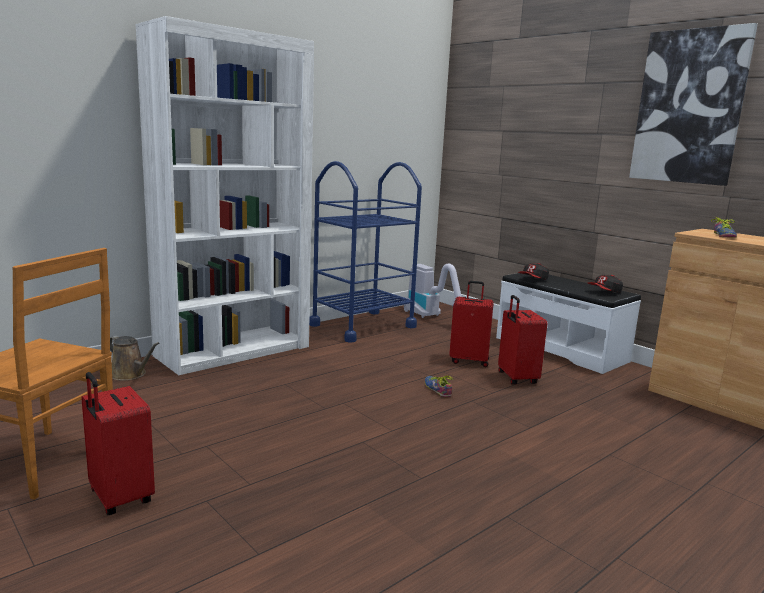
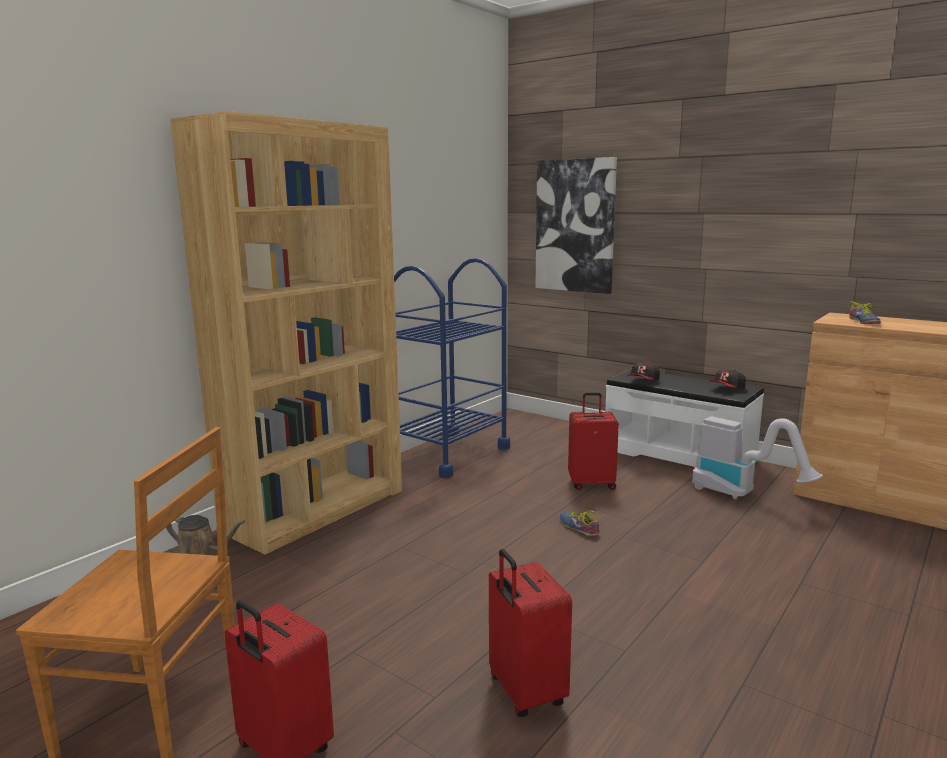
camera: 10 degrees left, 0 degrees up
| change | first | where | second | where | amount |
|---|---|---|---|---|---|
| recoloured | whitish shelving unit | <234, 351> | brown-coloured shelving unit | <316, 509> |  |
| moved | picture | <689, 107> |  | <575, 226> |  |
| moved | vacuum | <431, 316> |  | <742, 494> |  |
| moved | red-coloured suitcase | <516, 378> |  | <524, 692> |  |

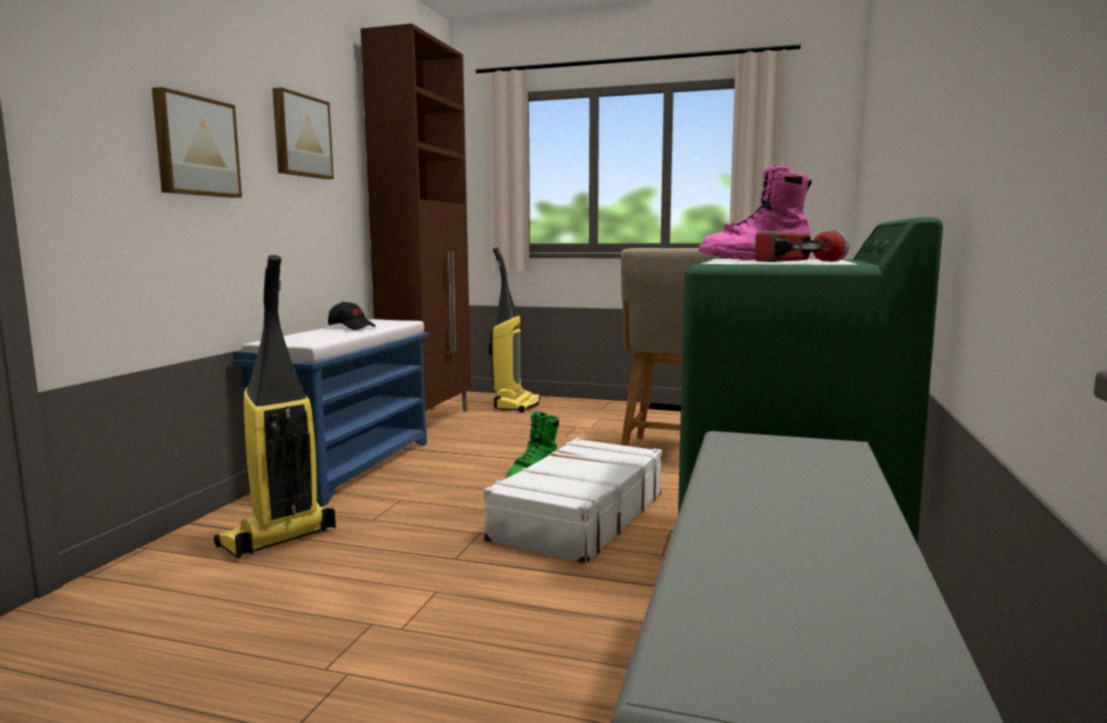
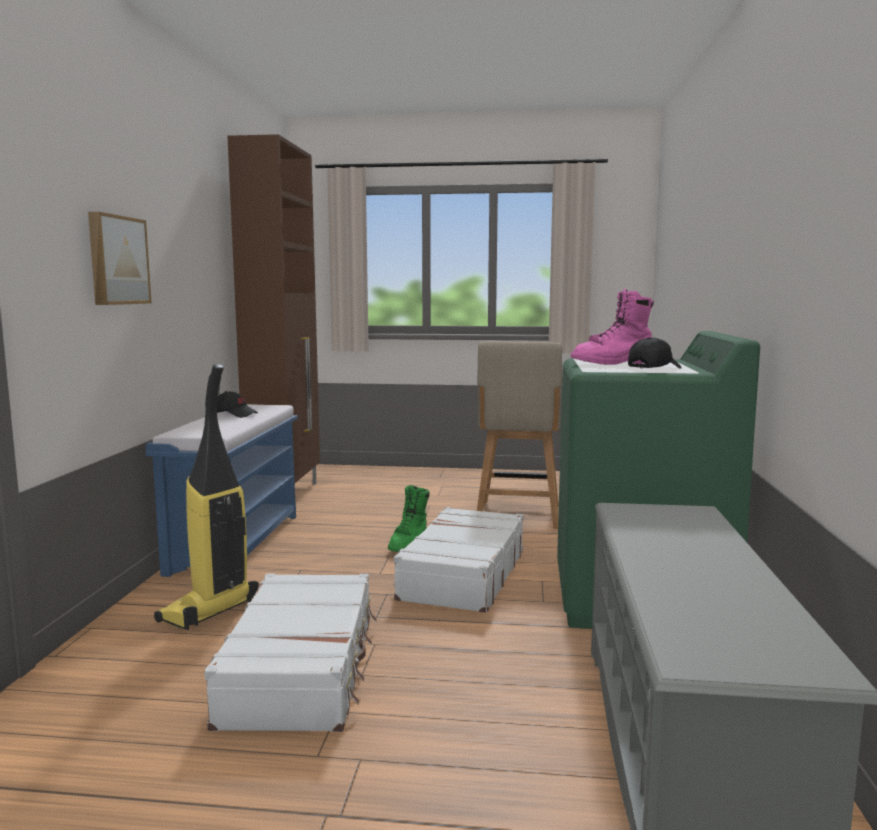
camera: 10 degrees left, 0 degrees up
| change | first | where | second | where | amount |
|---|---|---|---|---|---|
| removed | picture | <300, 136> |  |  |  |
| replaced | hand torch | <801, 262> | blackish baseball cap | <653, 368> |  |
| removed | vacuum | <516, 405> |  |  |  |
| added |  |  | whitish suitcase | <302, 669> |  |

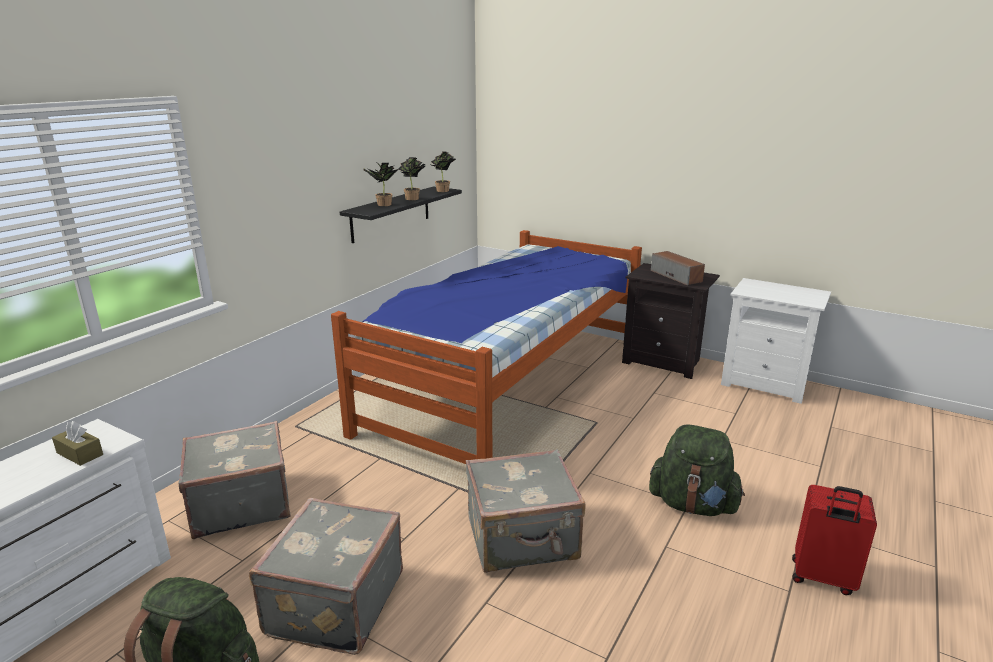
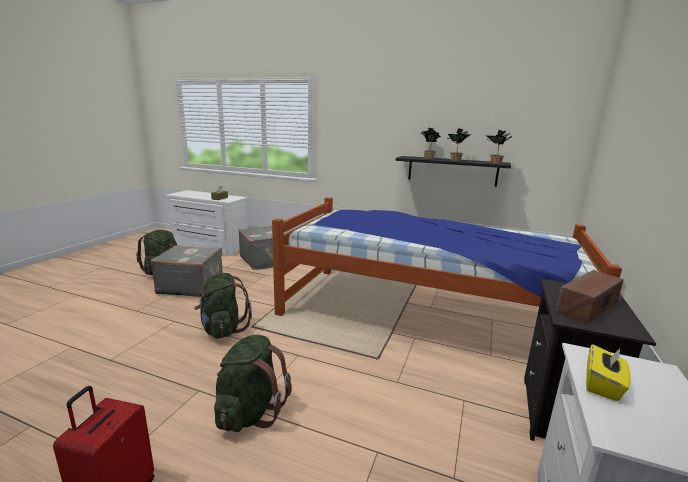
camera: 80 degrees right, 5 degrees down
| change | first | where | second | where | amount |
|---|---|---|---|---|---|
| replaced | greyish suitcase | <523, 539> | green knapsack | <223, 329> |  |
| added |  |  | yellow box of tissues | <603, 385> |  |

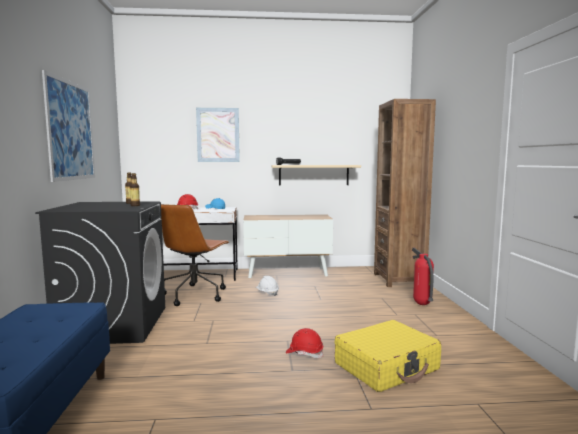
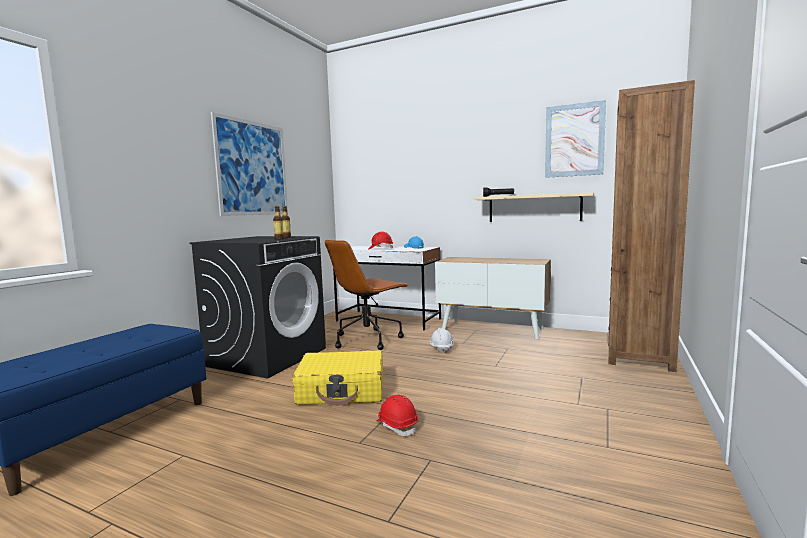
camera: 30 degrees right, 0 degrees up
| change | first | where | second | where | amount |
|---|---|---|---|---|---|
| moved | picture | <218, 135> |  | <574, 140> |  |
| removed | extinguisher | <421, 304> |  |  |  |
| moved | yellow suitcase | <387, 367> |  | <342, 390> |  |

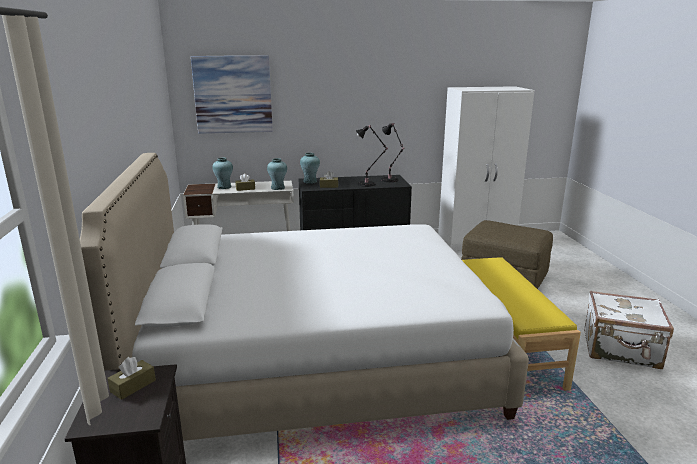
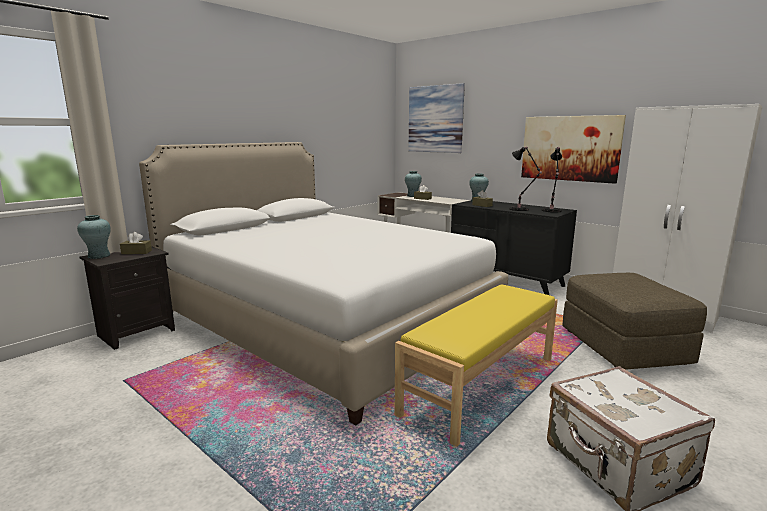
camera: 50 degrees right, 5 degrees down
| change | first | where | second | where | amount |
|---|---|---|---|---|---|
| moved | blue-green flower vase | <278, 188> |  | <99, 256> |  |
| added |  |  | picture | <570, 148> |  |

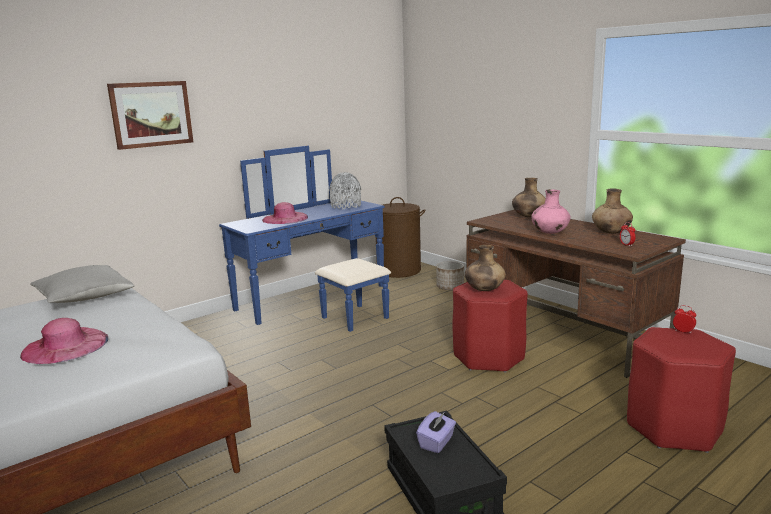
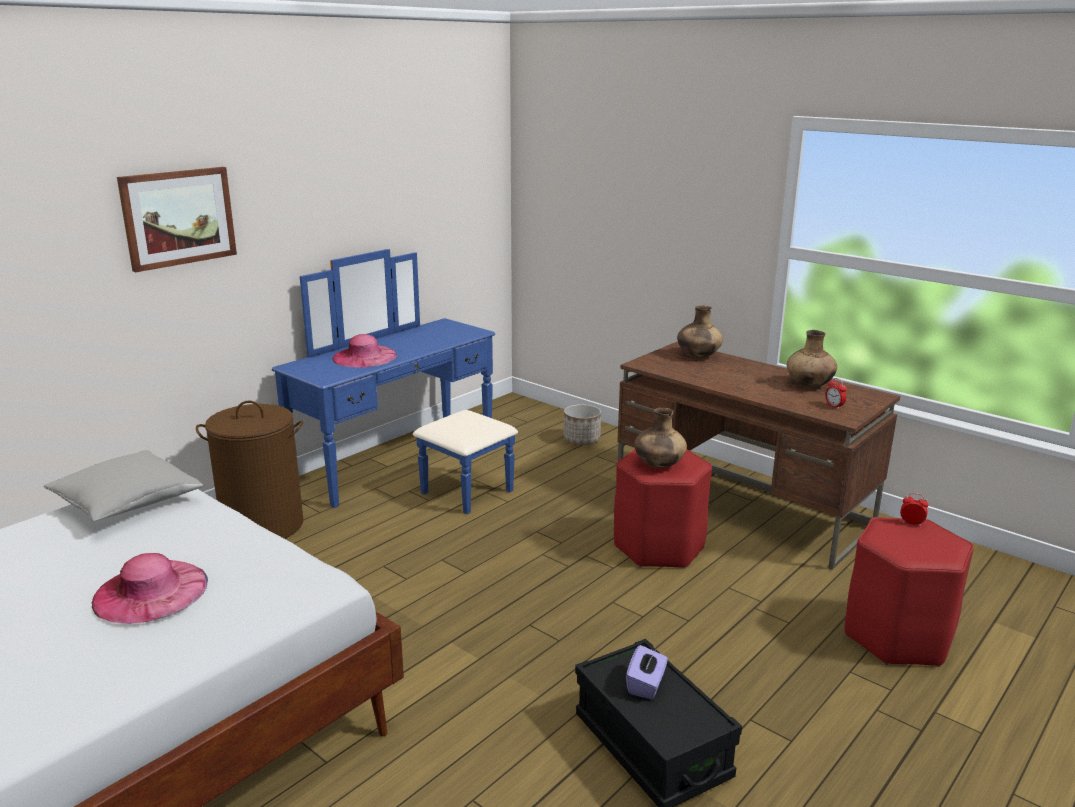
camera: 10 degrees left, 5 degrees up
| change | first | where | second | where | amount |
|---|---|---|---|---|---|
| removed | greyish flower vase | <346, 206> |  |  |  |
| removed | pink flower vase | <549, 233> |  |  |  |
| moved | brown-coloured hamper | <398, 271> |  | <262, 526> |  |

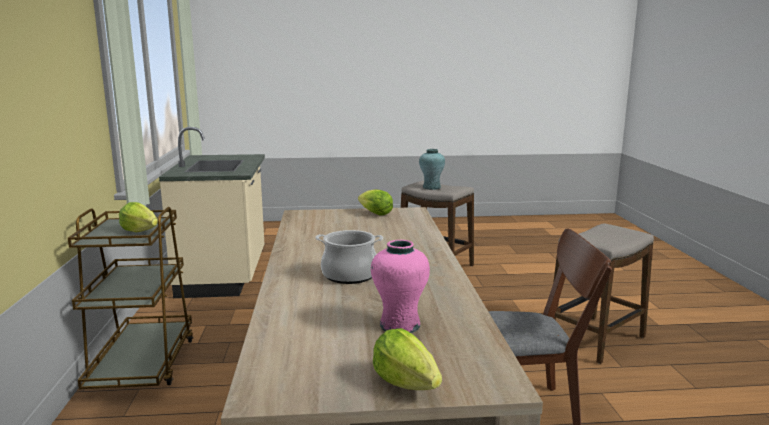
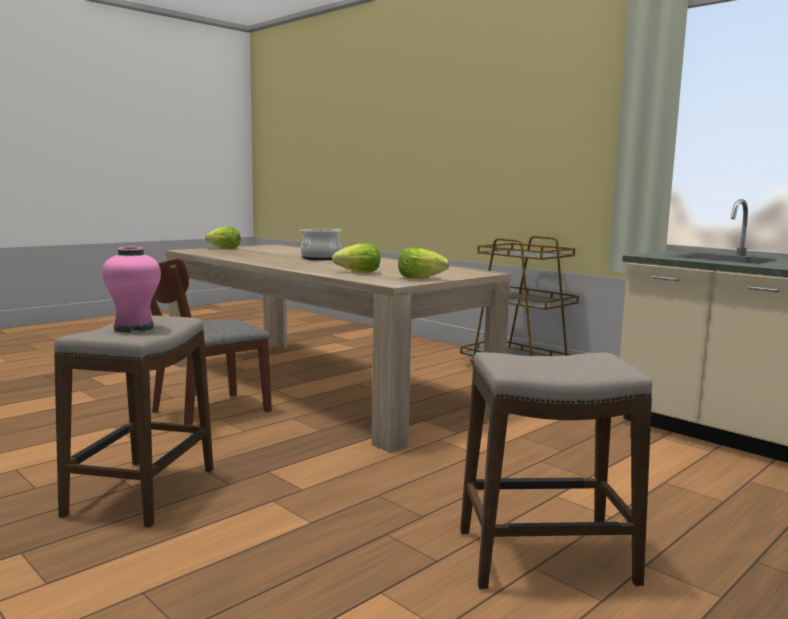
camera: 140 degrees right, 5 degrees down
| change | first | where | second | where | amount |
|---|---|---|---|---|---|
| removed | blue-green flower vase | <431, 187> |  |  |  |
| moved | lettuce head | <140, 231> |  | <359, 272> |  |
| moved | pink flower vase | <399, 325> |  | <134, 328> |  |

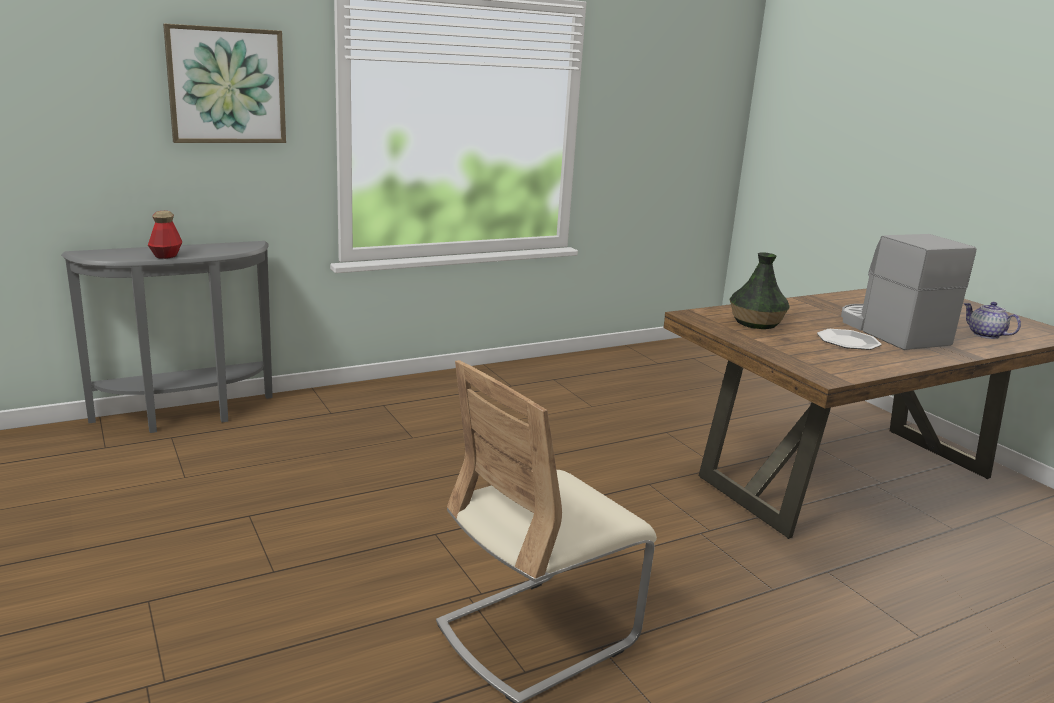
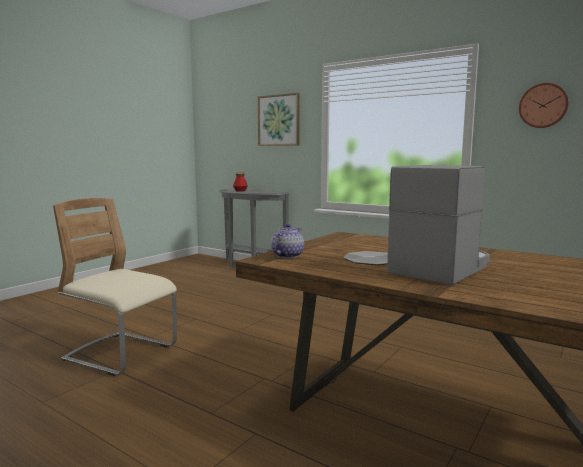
camera: 65 degrees right, 10 degrees down
| change | first | where | second | where | amount |
|---|---|---|---|---|---|
| removed | flower vase | <756, 323> |  |  |  |
| moved | tea pot | <985, 335> |  | <287, 255> |  |
| added |  |  | hanging clock | <543, 106> |  |

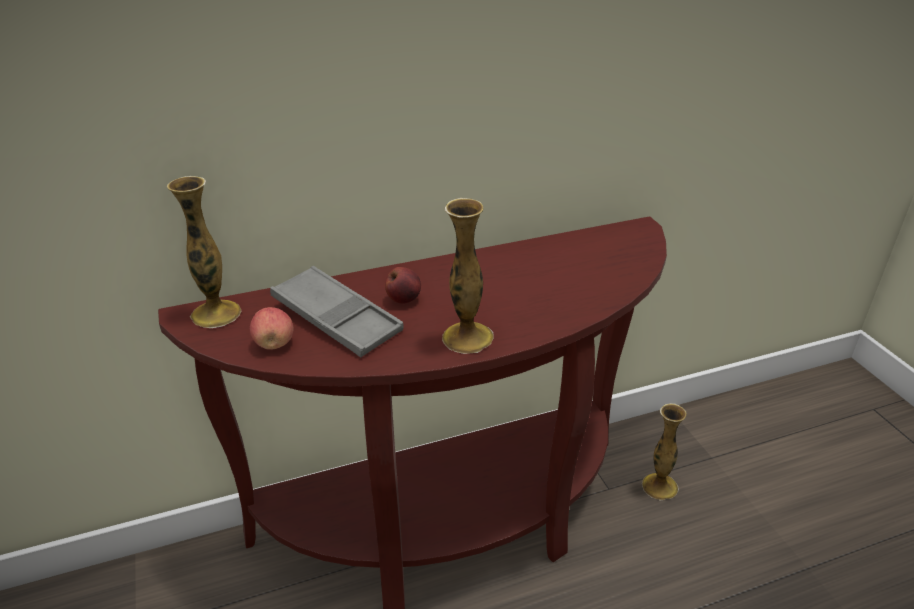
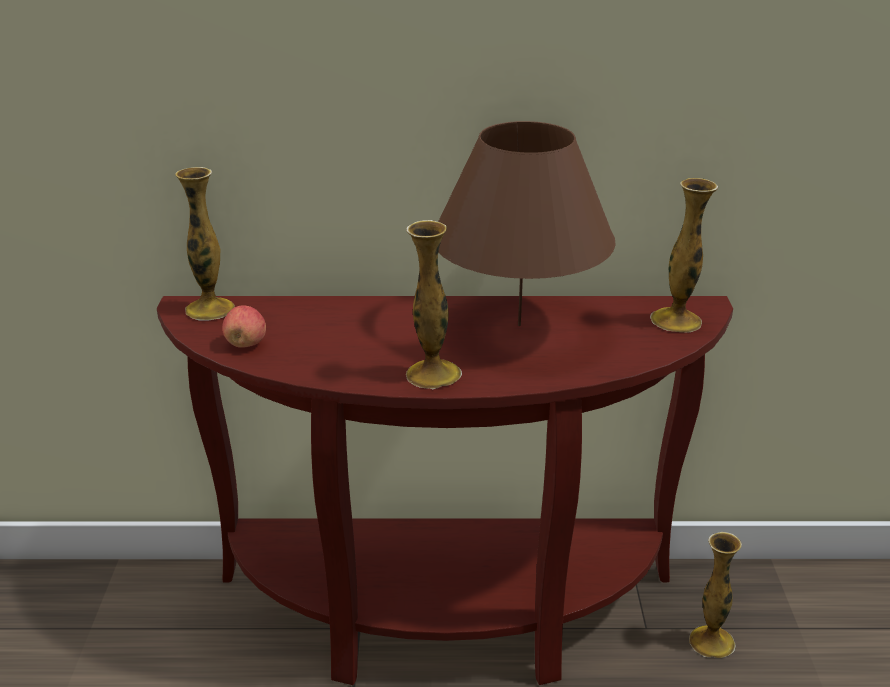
camera: 20 degrees right, 5 degrees down
| change | first | where | second | where | amount |
|---|---|---|---|---|---|
| removed | greyish serving tray | <336, 319> |  |  |  |
| removed | apple | <403, 299> |  |  |  |
| added |  |  | brown-coloured table lamp | <519, 325> |  |
| added |  |  | flower vase | <676, 320> |  |

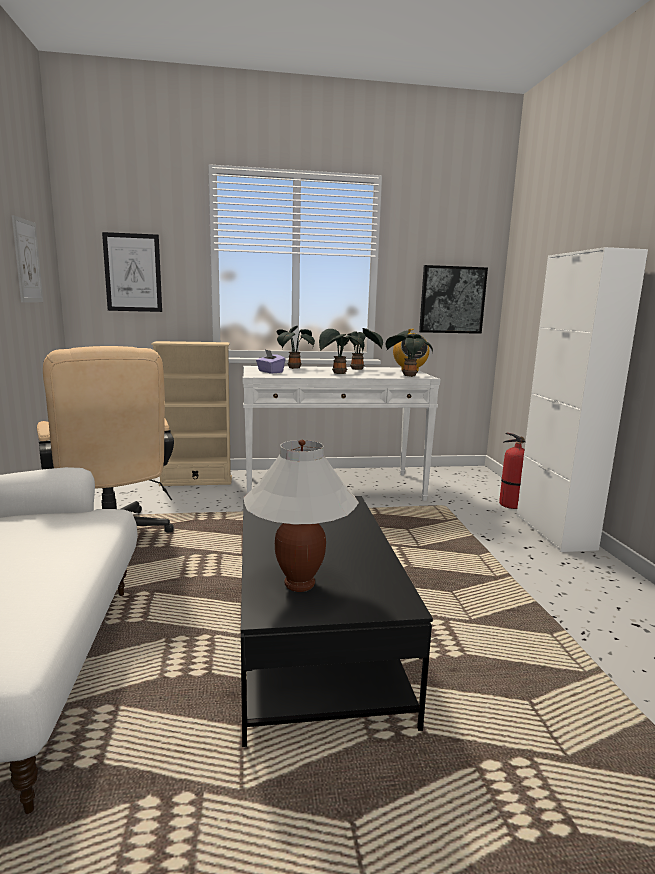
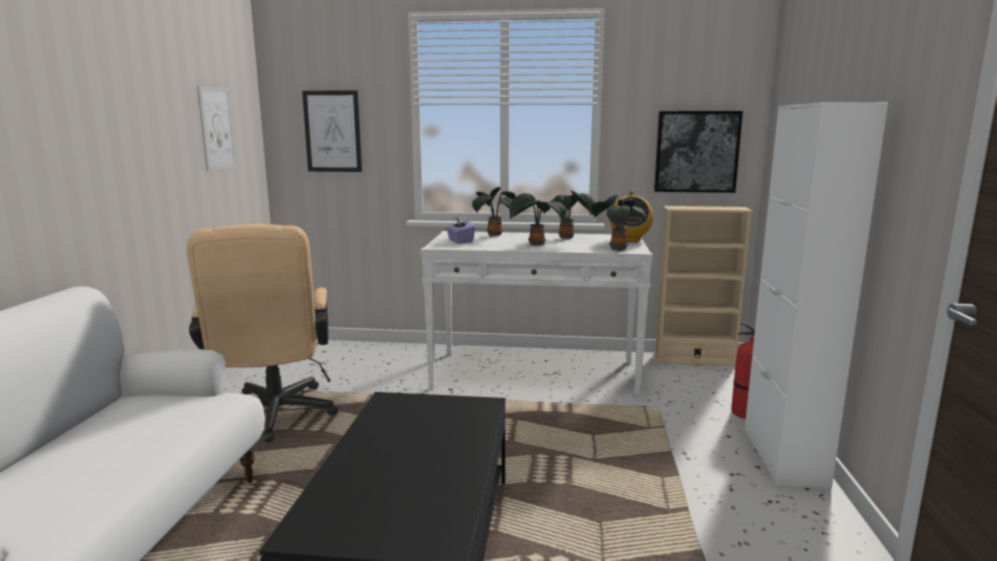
camera: 15 degrees right, 0 degrees up
| change | first | where | second | where | amount |
|---|---|---|---|---|---|
| moved | beige shelving unit | <196, 481> |  | <694, 359> |  |
| removed | whitish table lamp | <300, 584> |  |  |  |

